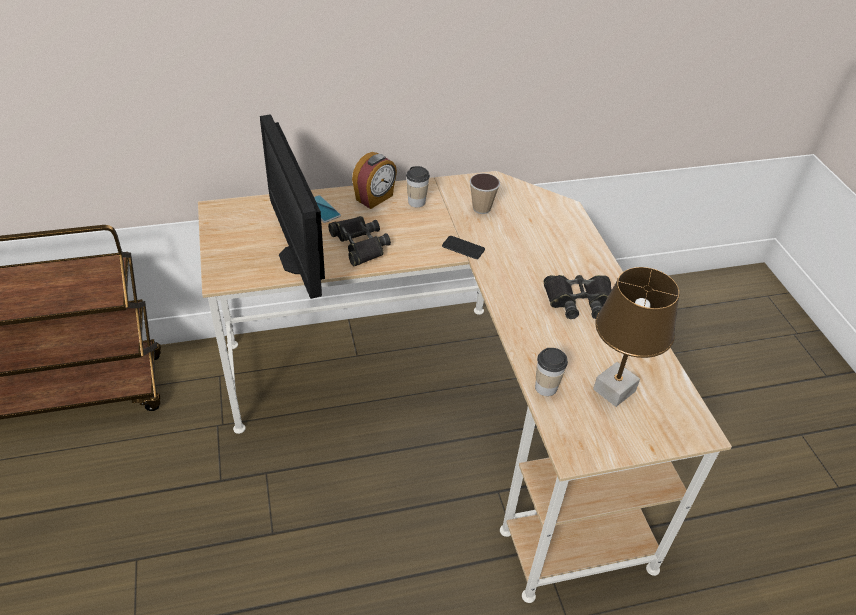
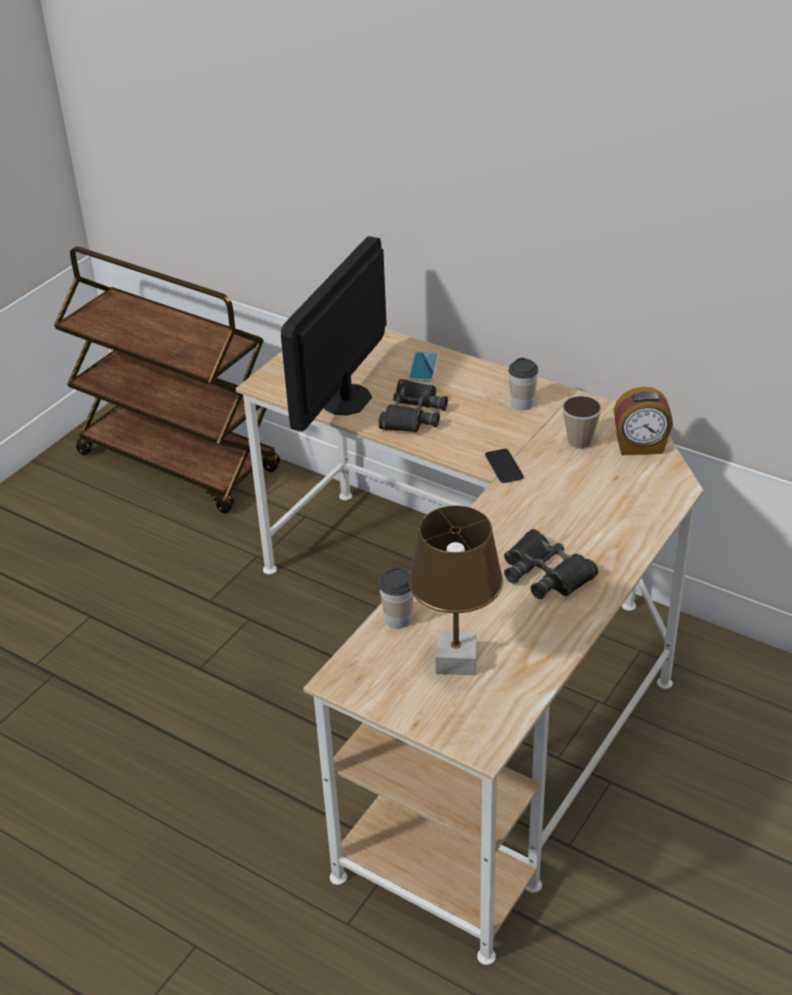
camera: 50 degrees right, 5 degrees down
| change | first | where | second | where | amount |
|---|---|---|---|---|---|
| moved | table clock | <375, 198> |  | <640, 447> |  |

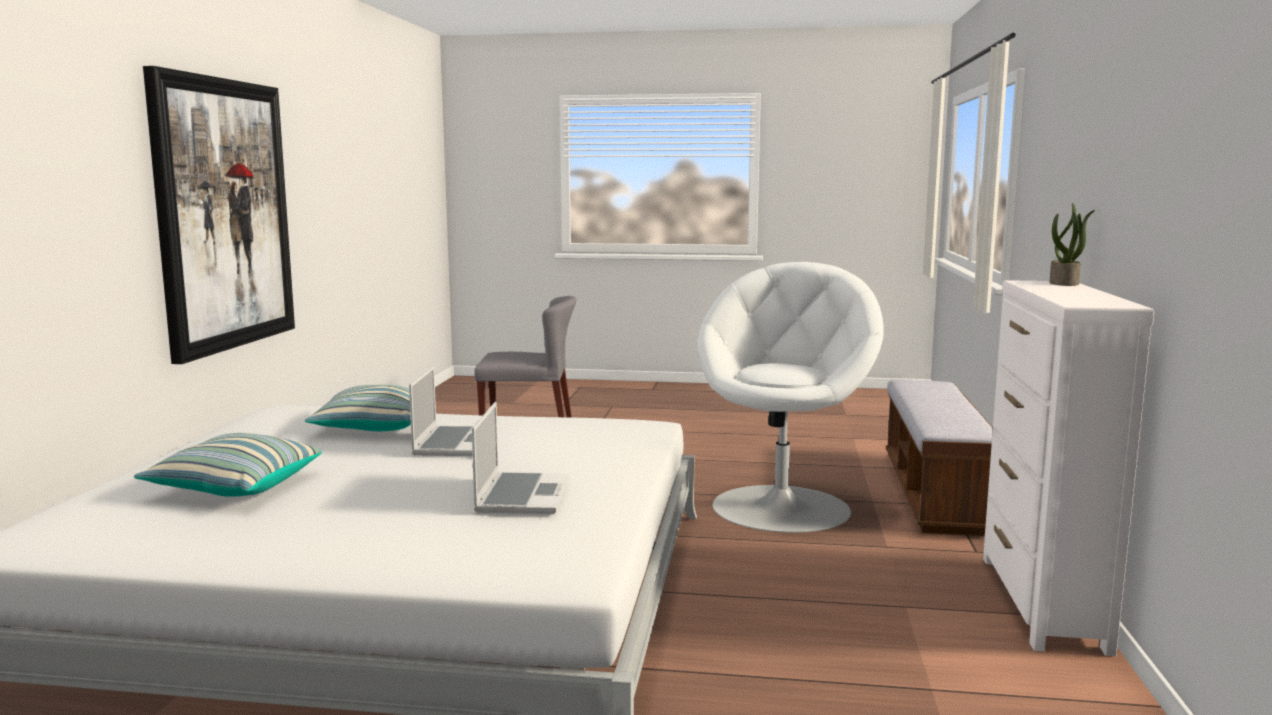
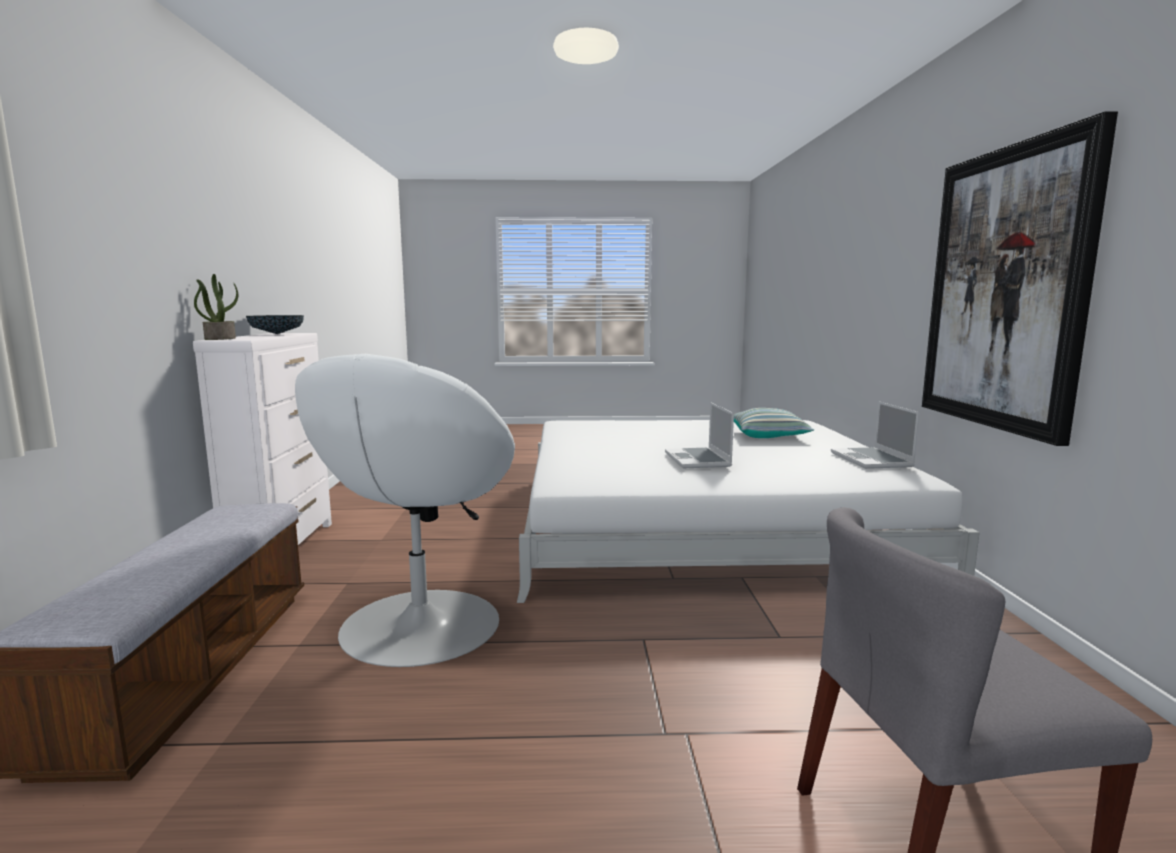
camera: 170 degrees right, 0 degrees up
| change | first | where | second | where | amount |
|---|---|---|---|---|---|
| removed | cushion | <372, 428> |  |  |  |
| moved | portable computer | <522, 495> |  | <872, 460> |  |
| added |  |  | deep dish | <277, 334> |  |

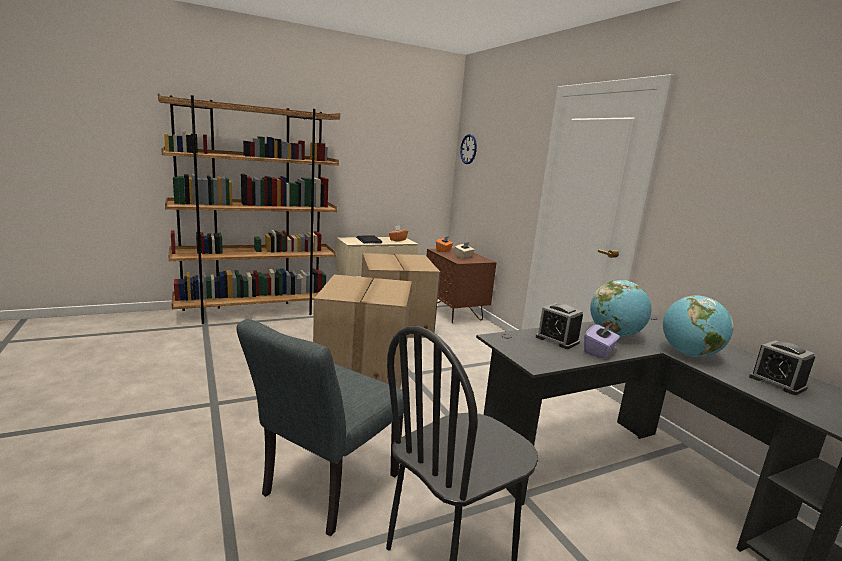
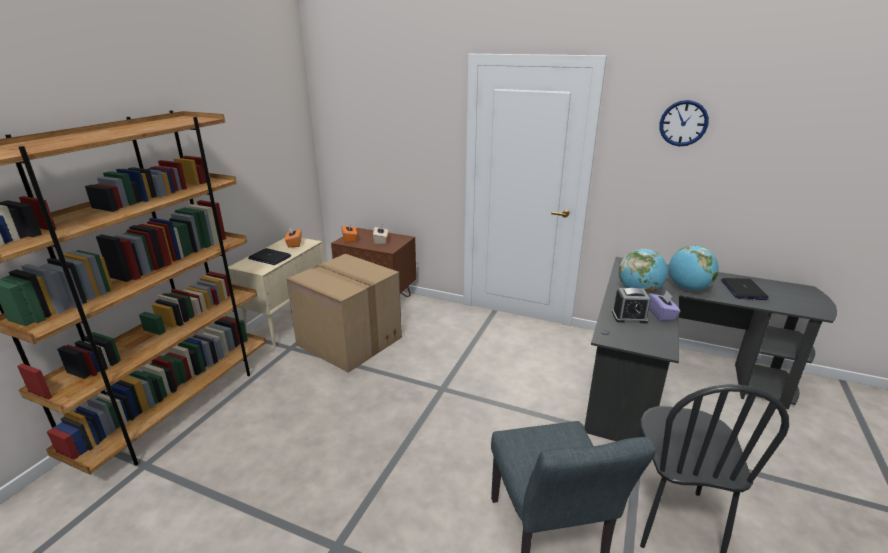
camera: 40 degrees left, 10 degrees up
| change | first | where | second | where | amount |
|---|---|---|---|---|---|
| moved | hanging clock | <468, 149> |  | <683, 123> |  |
| removed | cardboard box | <364, 367> |  |  |  |
| replaced | table clock | <777, 383> | portable computer | <743, 290> |  |

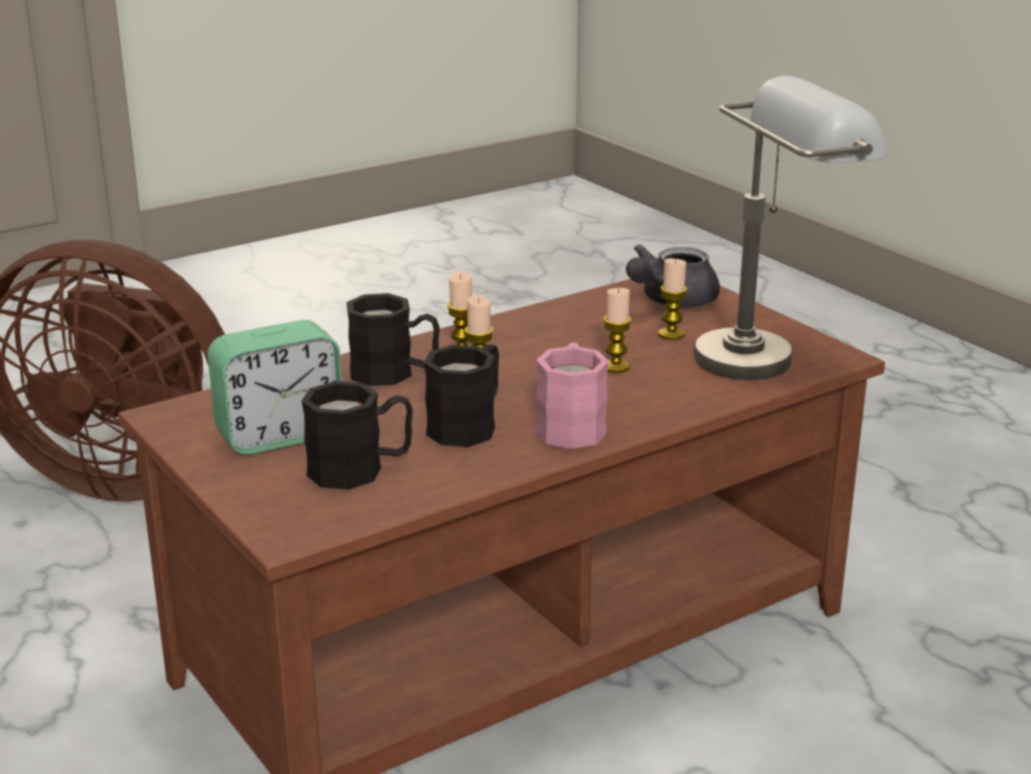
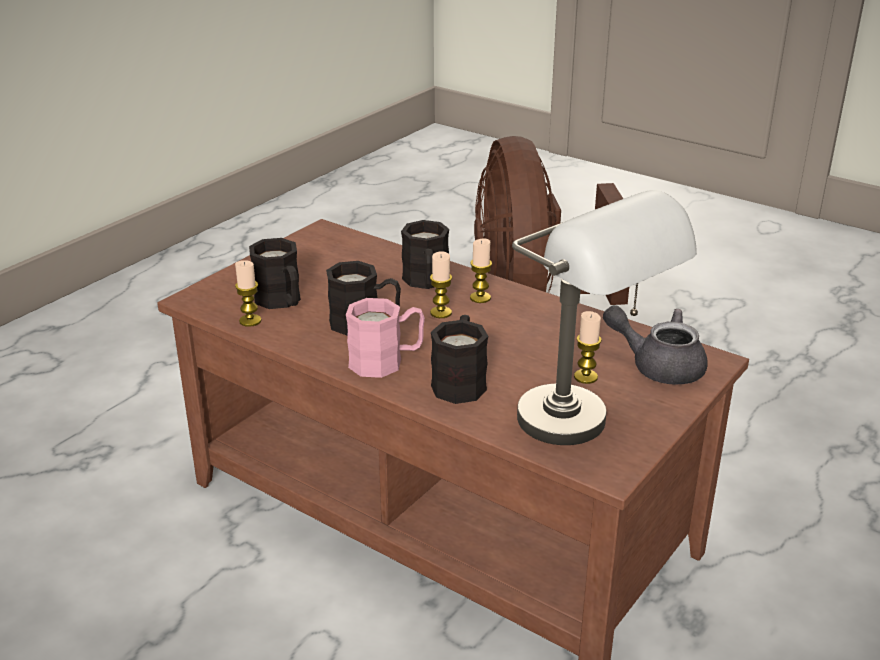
camera: 70 degrees right, 5 degrees up
| change | first | where | second | where | amount |
|---|---|---|---|---|---|
| moved | wax light | <615, 367> |  | <250, 321> |  |
| removed | table clock | <280, 435> |  |  |  |
| added |  |  | blackish mug | <460, 380> |  |

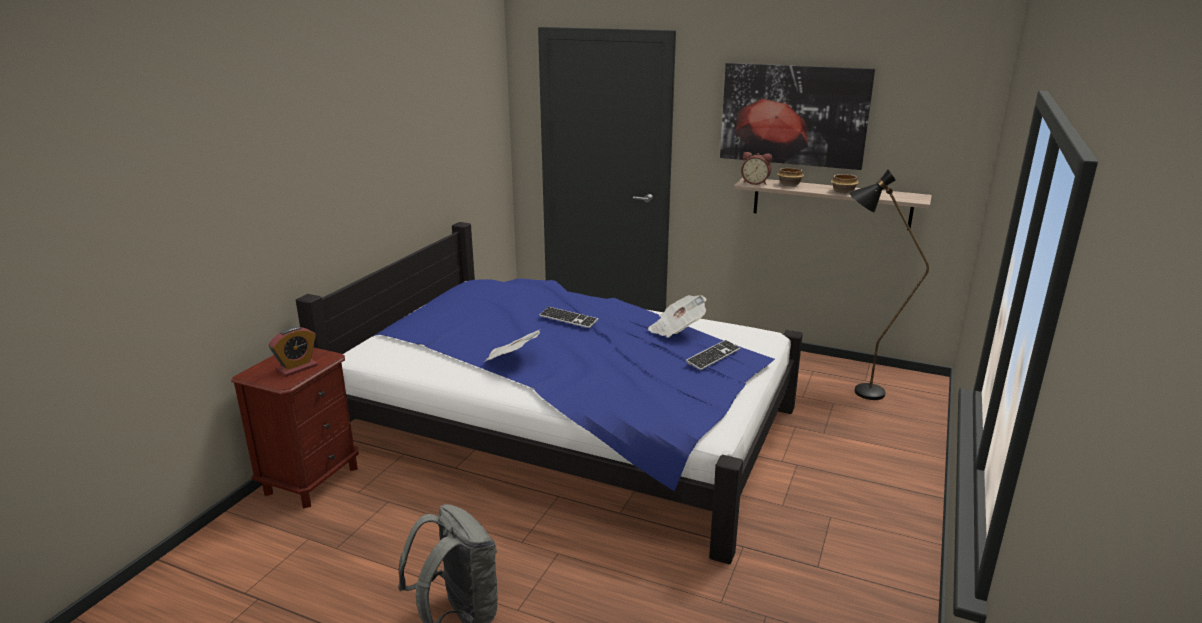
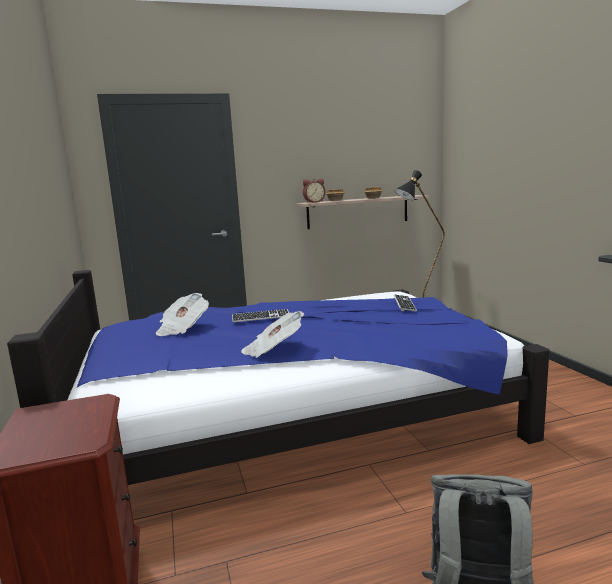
camera: 40 degrees left, 10 degrees down
| change | first | where | second | where | amount |
|---|---|---|---|---|---|
| removed | picture | <793, 115> |  |  |  |
| moved | printed paper | <676, 330> |  | <182, 328> |  |
| removed | table clock | <297, 368> |  |  |  |

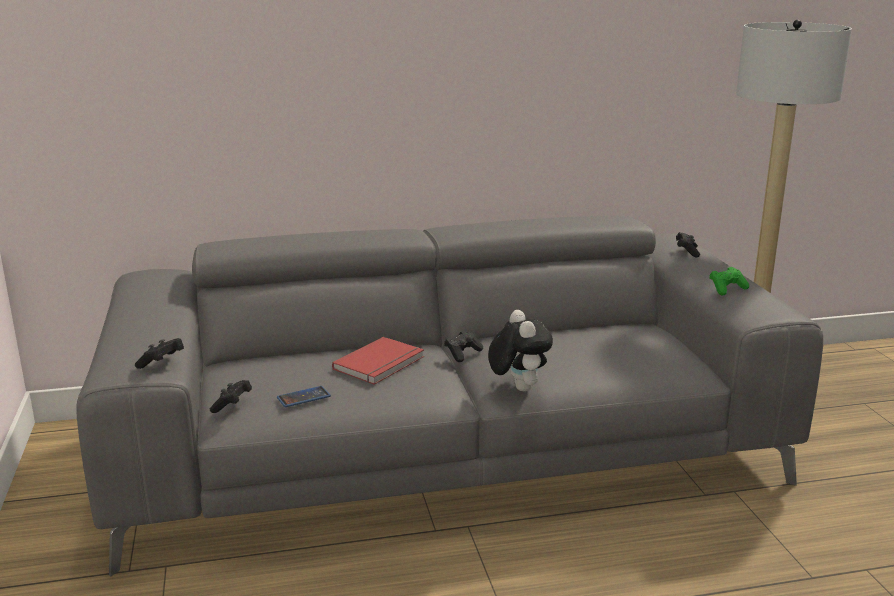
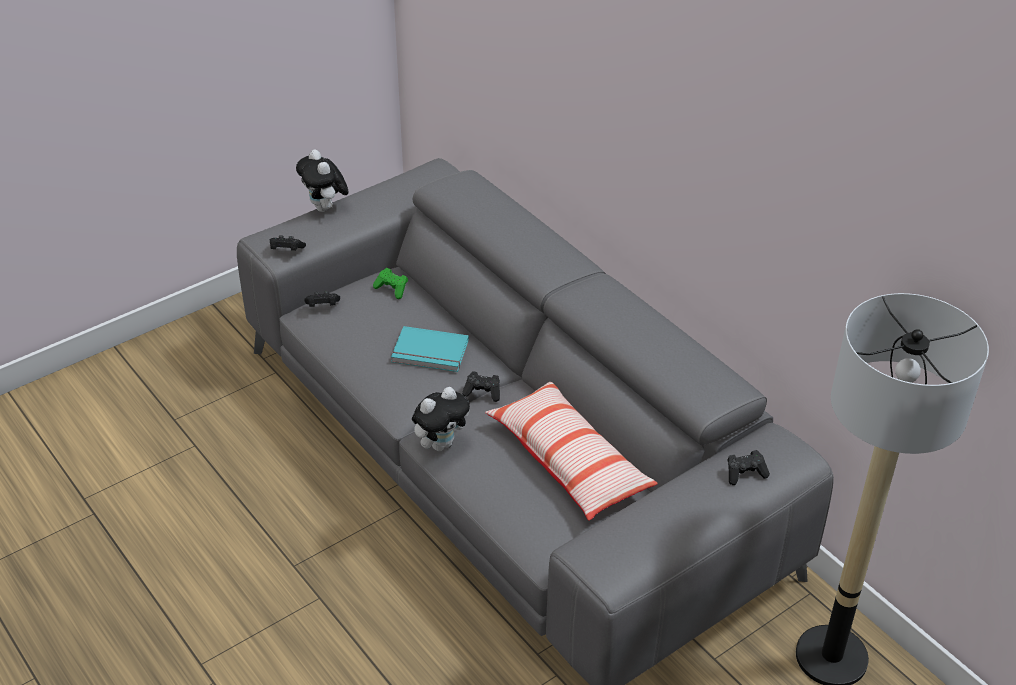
camera: 65 degrees right, 20 degrees up
| change | first | where | second | where | amount |
|---|---|---|---|---|---|
| moved | green gamepad | <727, 289> |  | <392, 289> |  |
| recoloured | red-coloured book | <381, 364> | blue-green book | <430, 353> |  |
| removed | handset | <303, 397> |  |  |  |
| added |  |  | cuddly toy | <325, 208> |  |
| added |  |  | cushion | <569, 461> |  |

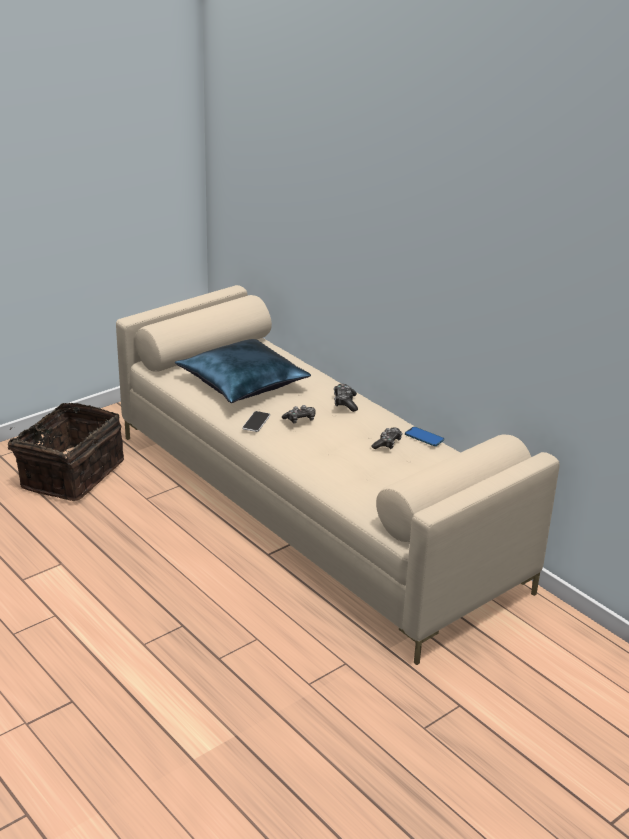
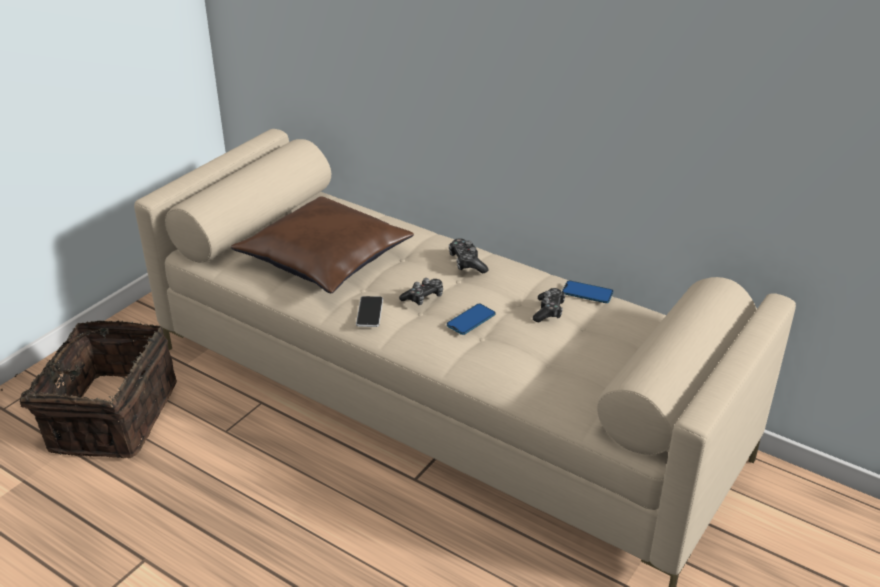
camera: 15 degrees left, 5 degrees up
| change | first | where | second | where | amount |
|---|---|---|---|---|---|
| recoloured | blue-coloured cushion | <243, 383> | brown-coloured cushion | <326, 259> |  |
| added |  |  | handset | <471, 320> |  |

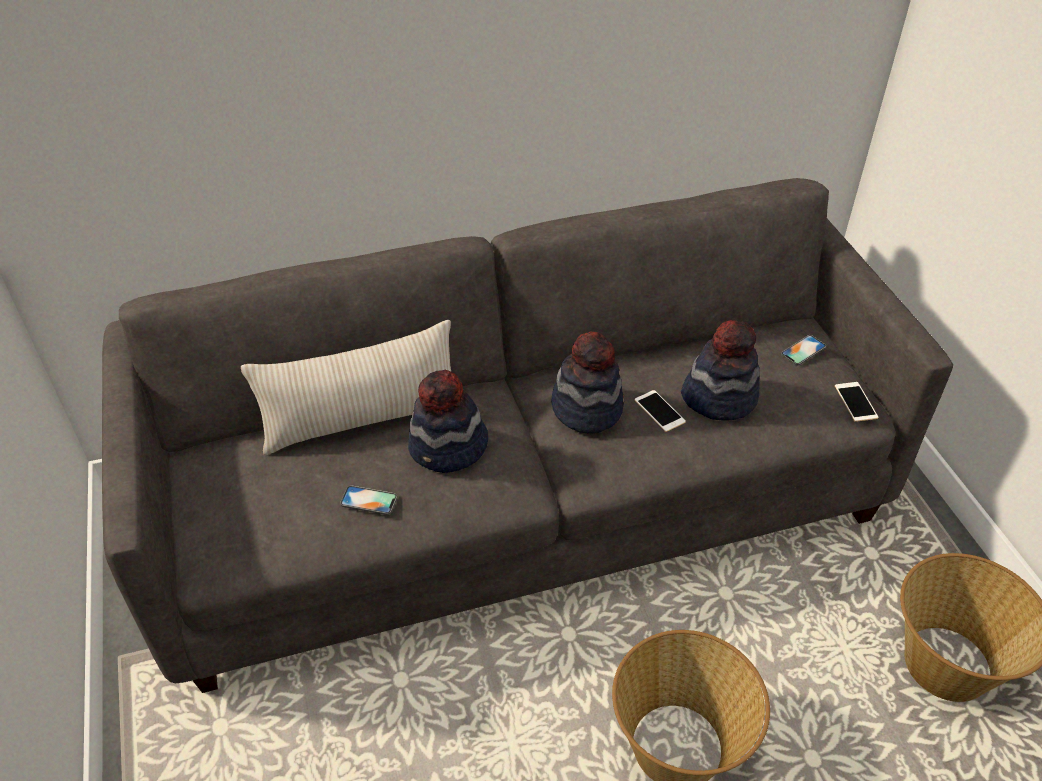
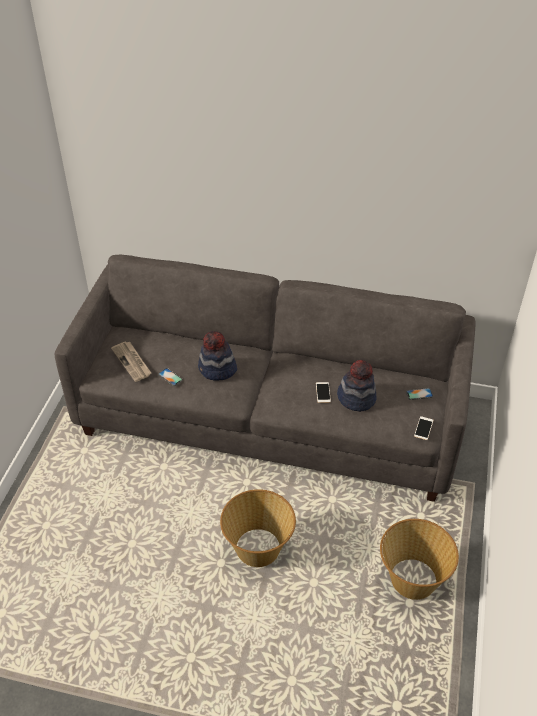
camera: 30 degrees right, 0 degrees up
| change | first | where | second | where | amount |
|---|---|---|---|---|---|
| removed | beige cushion | <362, 420> |  |  |  |
| removed | wearable hat | <587, 408> |  |  |  |
| added |  |  | printed paper | <132, 362> |  |

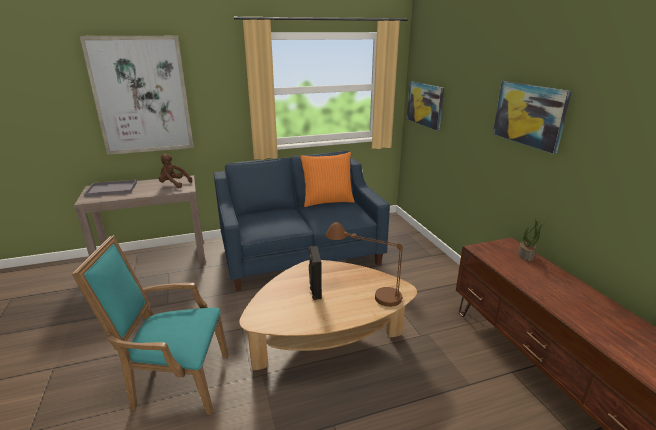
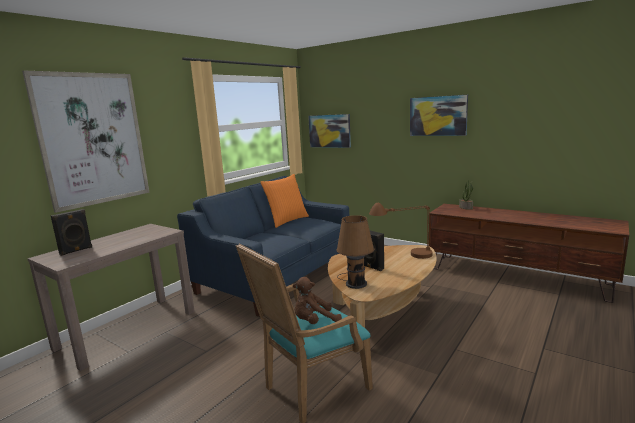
camera: 35 degrees left, 10 degrees down
| change | first | where | second | where | amount |
|---|---|---|---|---|---|
| moved | brown-coloured cuddly toy | <173, 184> |  | <314, 322> |  |
| replaced | greyish serving tray | <113, 189> | blackish speaker | <76, 251> |  |
| added |  |  | brown-coloured table lamp | <355, 283> |  |

